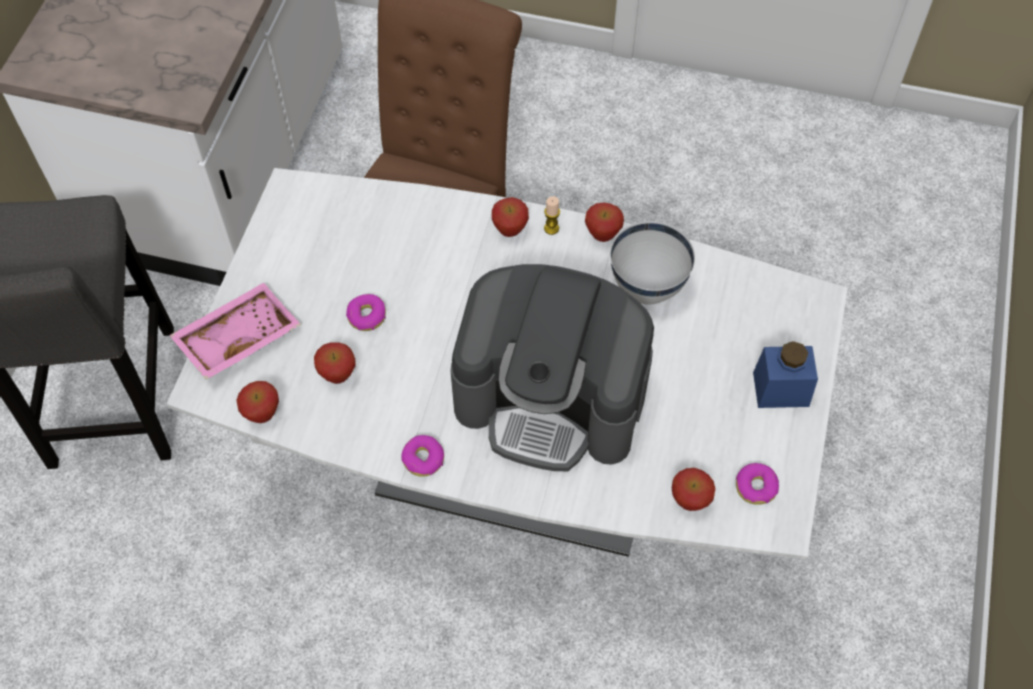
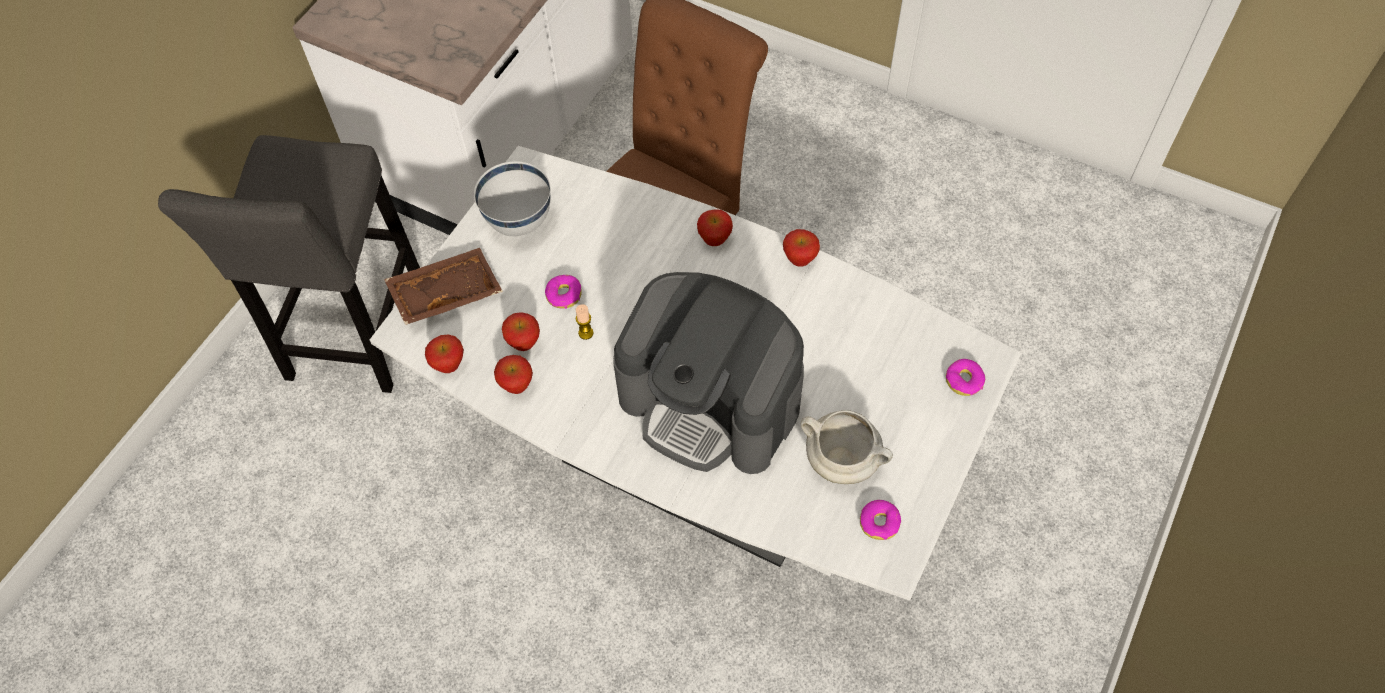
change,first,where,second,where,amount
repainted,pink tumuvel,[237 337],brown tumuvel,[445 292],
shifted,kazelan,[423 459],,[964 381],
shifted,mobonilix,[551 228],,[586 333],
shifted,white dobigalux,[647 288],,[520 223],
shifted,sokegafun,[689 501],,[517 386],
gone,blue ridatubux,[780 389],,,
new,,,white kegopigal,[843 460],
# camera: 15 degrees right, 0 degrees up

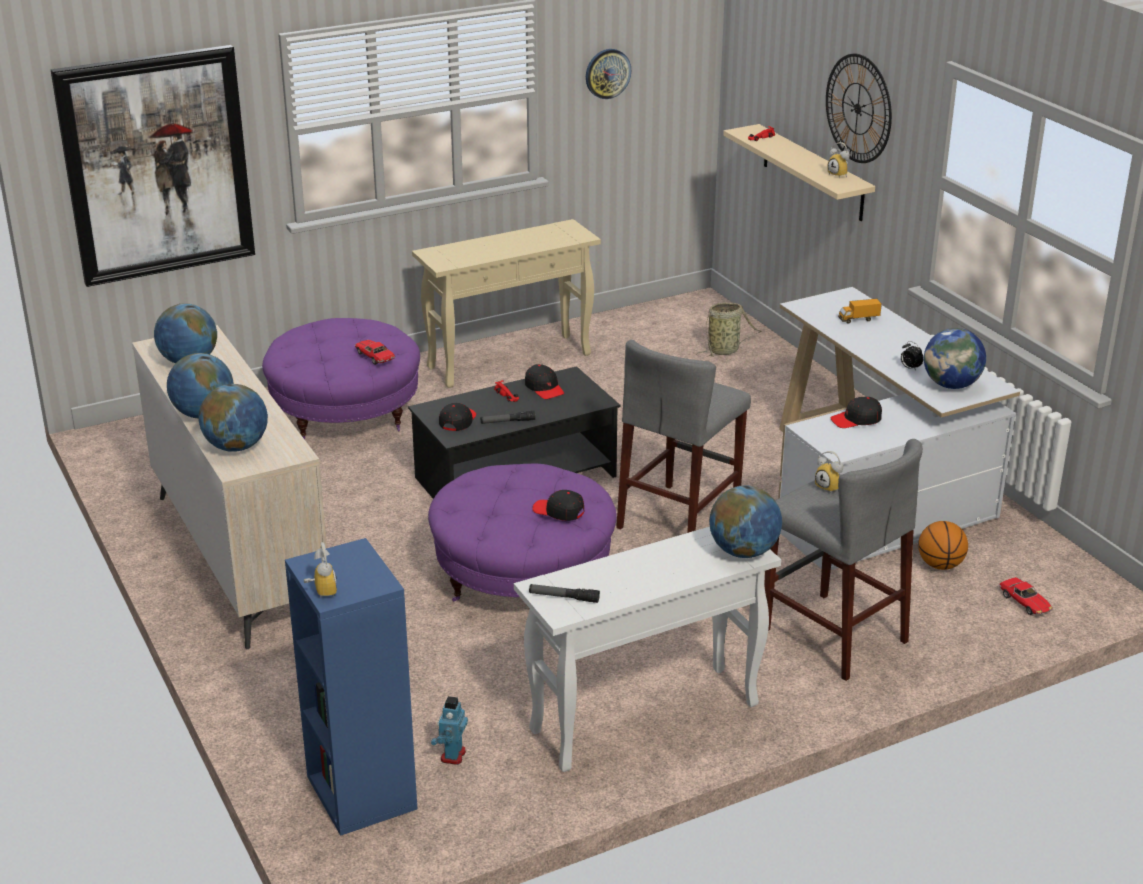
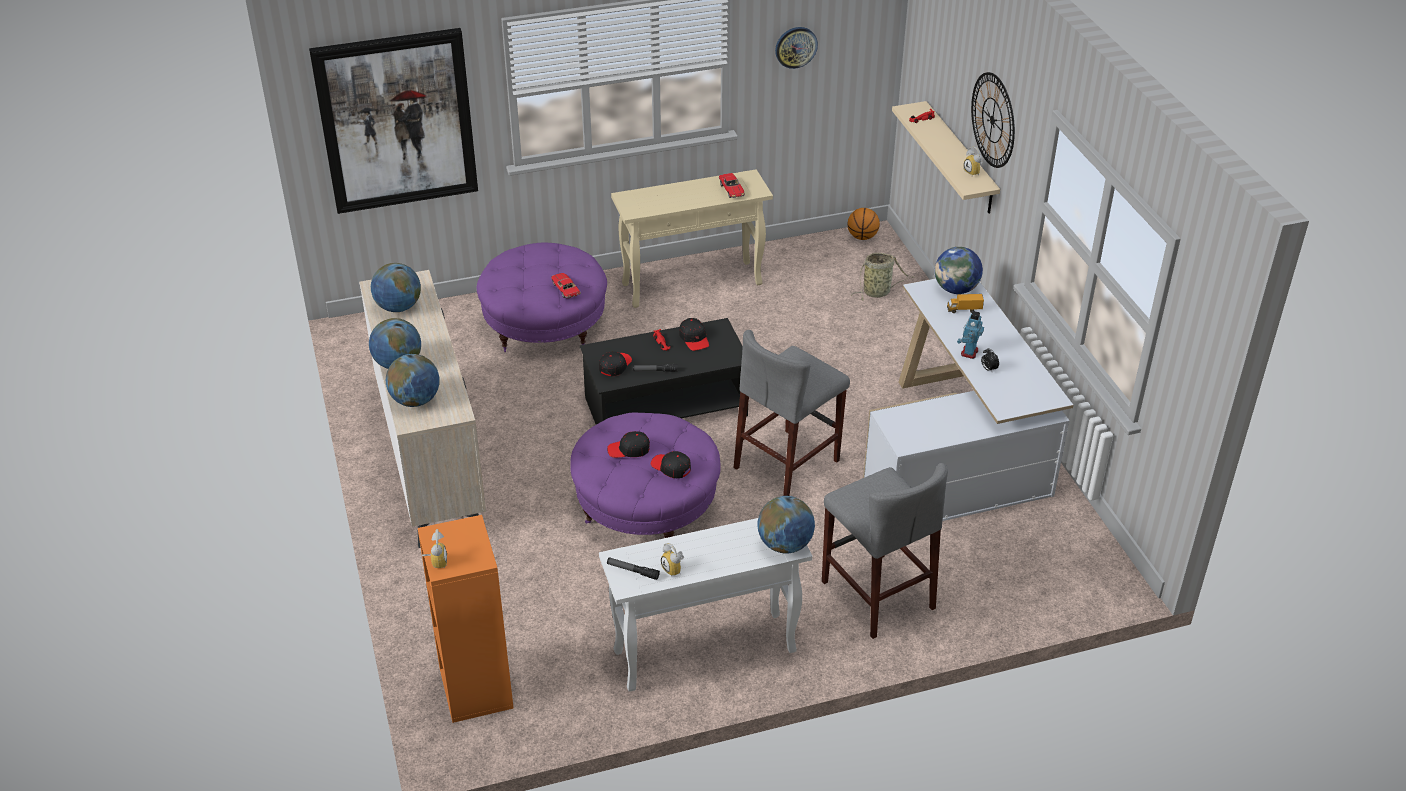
change,first,where,second,where,amount
repainted,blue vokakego,[360 792],orange vokakego,[475 687],
shifted,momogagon,[452 755],,[969 352],
shifted,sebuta,[830 487],,[674 569],
shifted,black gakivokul,[856 420],,[629 450],
shifted,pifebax,[940 565],,[862 237],
shifted,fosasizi,[951 385],,[956 289],
shifted,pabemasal,[1025 603],,[732 190],
# camera: 10 degrees right, 10 degrees up

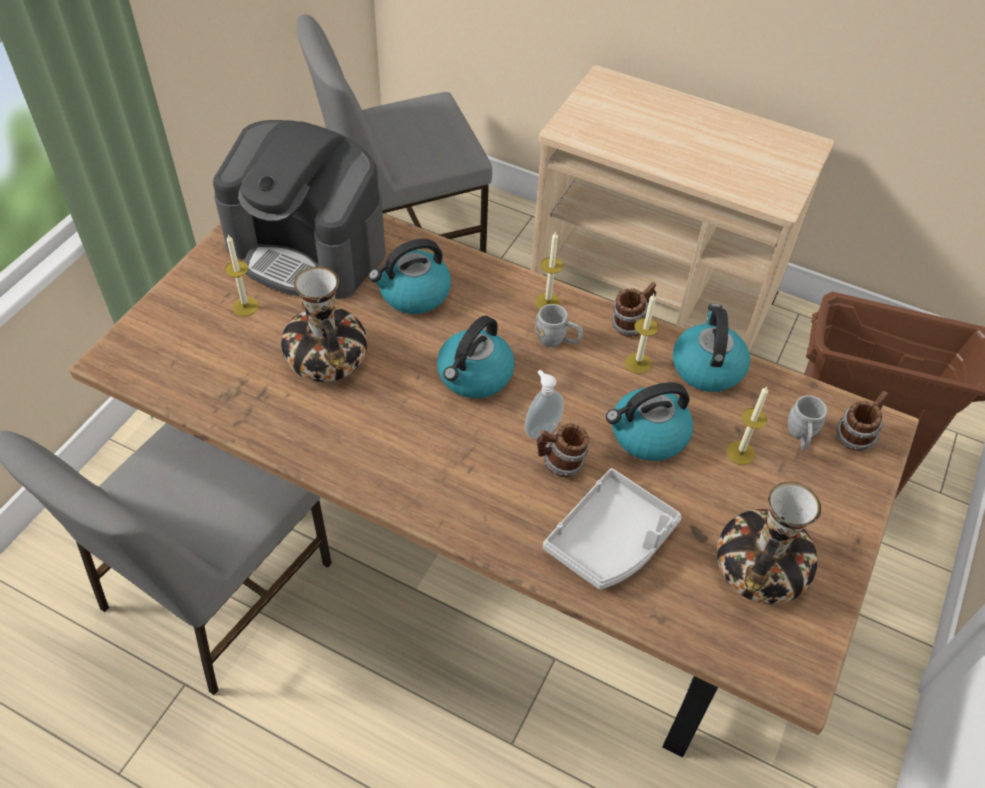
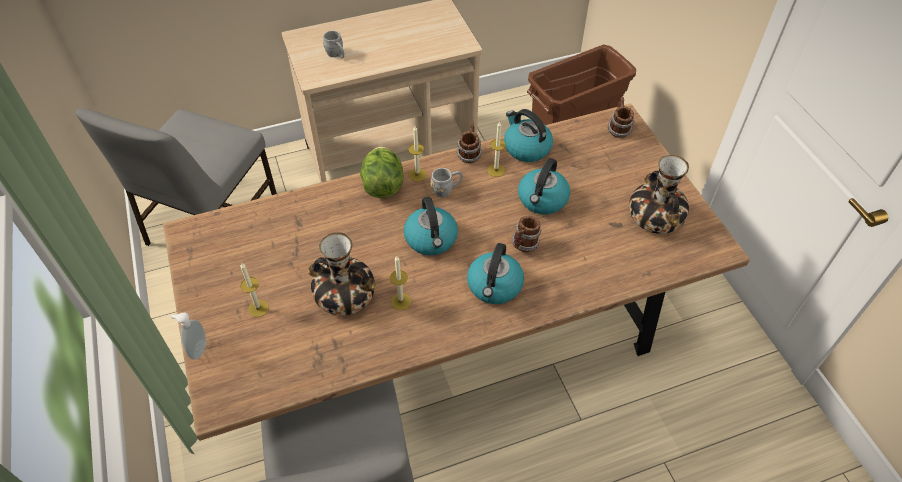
change,first,where,second,where,amount
gone,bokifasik,[308 248],,,
shifted,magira,[413 294],,[494 286],
shifted,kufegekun,[541 429],,[198 349],
gone,grey tumuvel,[611 540],,,
shifted,mobonilix,[740 453],,[401 301],
shifted,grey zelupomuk,[801 436],,[336 55],
new,,,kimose,[383 185],
# camera: 45 degrees left, 0 degrees up

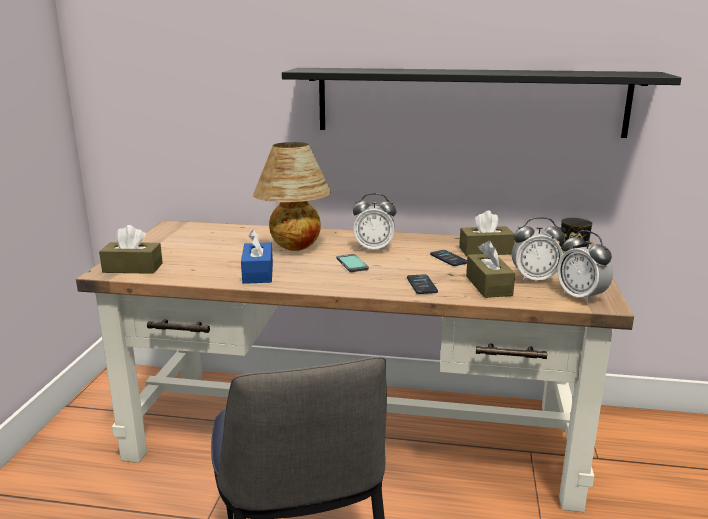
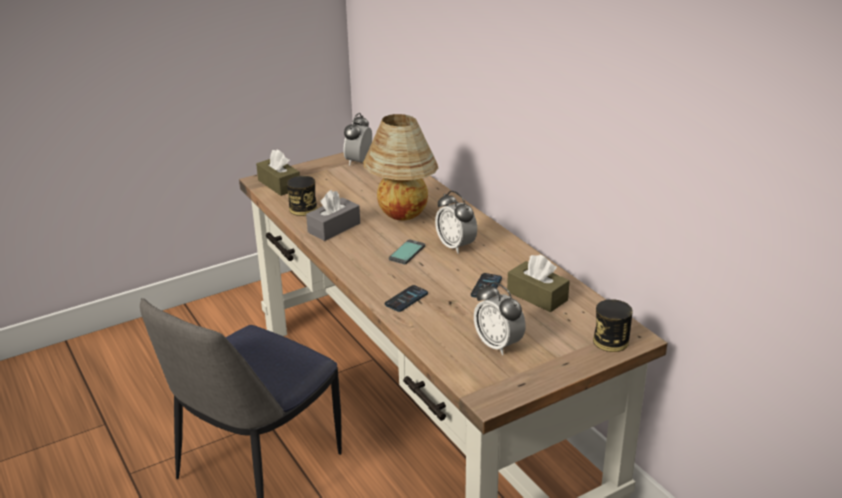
change,first,where,second,where,amount
repainted,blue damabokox,[258 273],grey damabokox,[334 228],
gone,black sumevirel,[469 102],,,
gone,brown damabokox,[488 286],,,
shifted,sebuta,[581 297],,[359 161],
new,,,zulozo,[303 209],
# camera: 50 degrees right, 10 degrees up

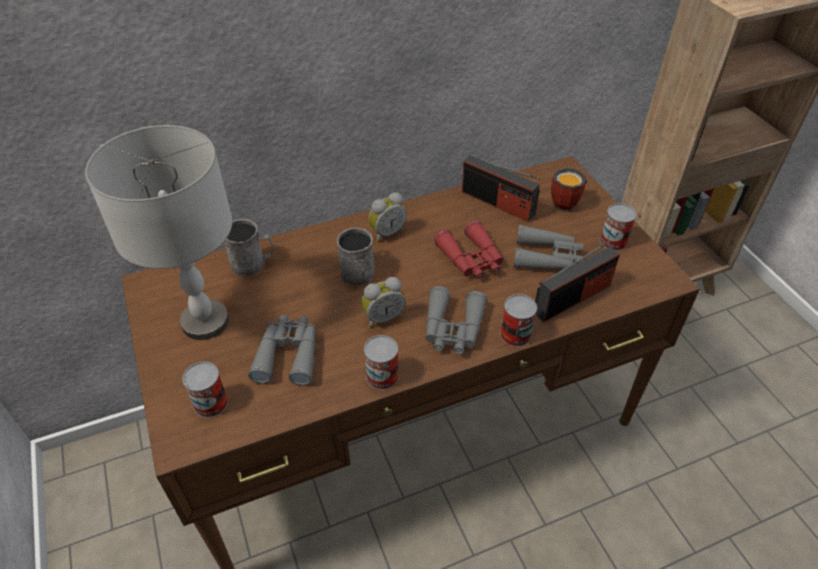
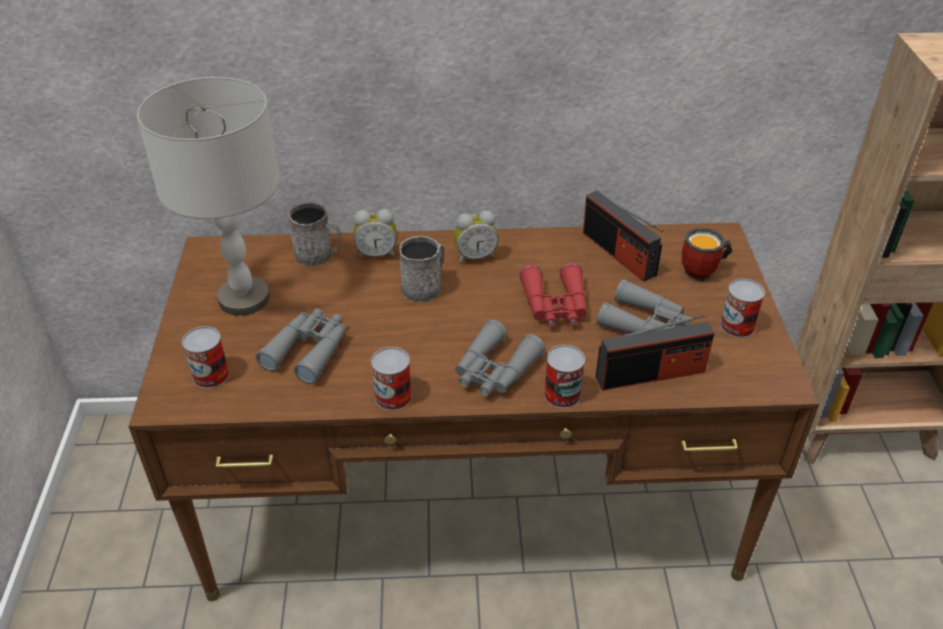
change,first,where,second,where,amount
shifted,sebuta,[382 317],,[376 254],
# camera: 20 degrees right, 5 degrees down

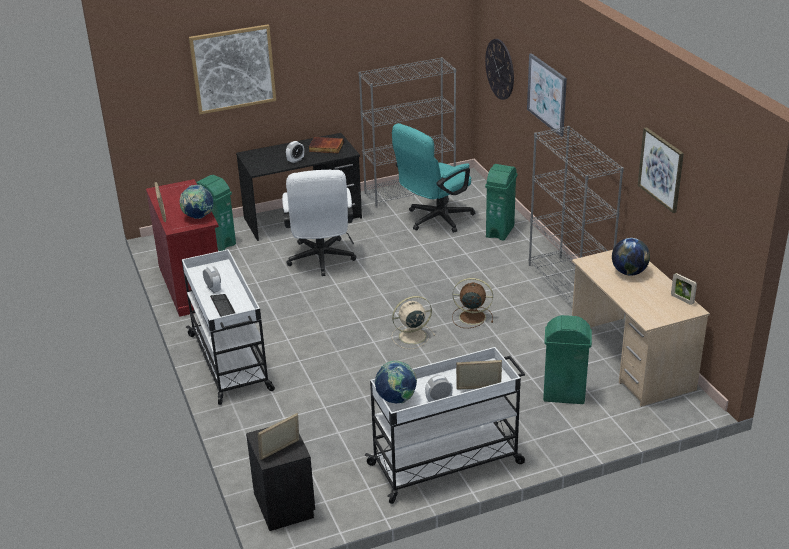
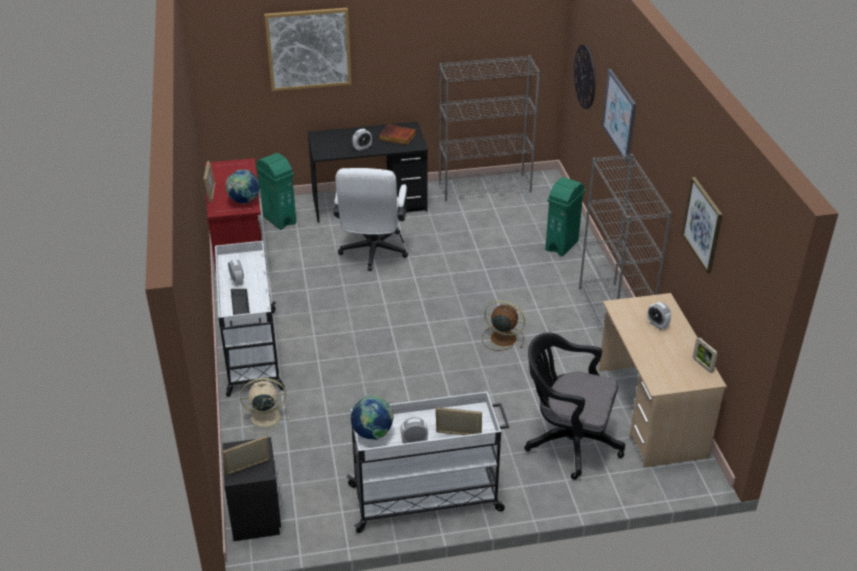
change,first,where,second,where,amount
gone,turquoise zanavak,[434 220],,,
shifted,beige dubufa,[411 336],,[264 417],
swapped,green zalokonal,[563 395],black zanavak,[567 441],
swapped,fosasizi,[629 272],sebuta,[657 325],
# camera: 10 degrees right, 5 degrees up

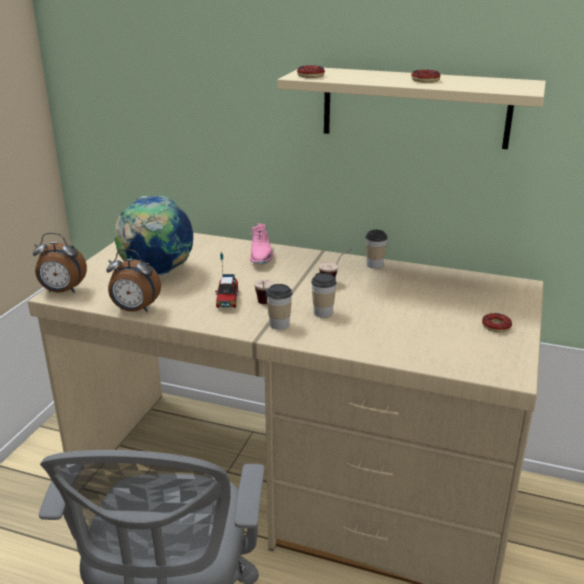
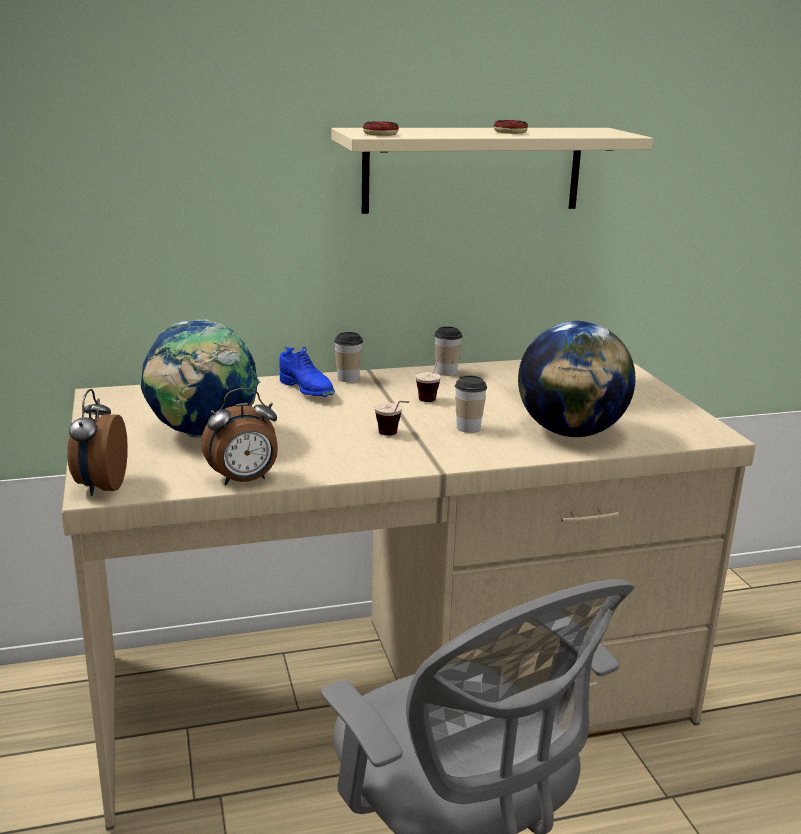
change,first,where,second,where,amount
rotated,sebuta,[62 291],,[100 487],120 degrees clockwise
gone,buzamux,[227 299],,,
repainted,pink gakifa,[261 257],blue gakifa,[307 390],
shifted,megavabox,[279 324],,[348 378],
gone,kazelan,[496 326],,,
new,,,fosasizi,[570 432],
# camera: 35 degrees left, 5 degrees down

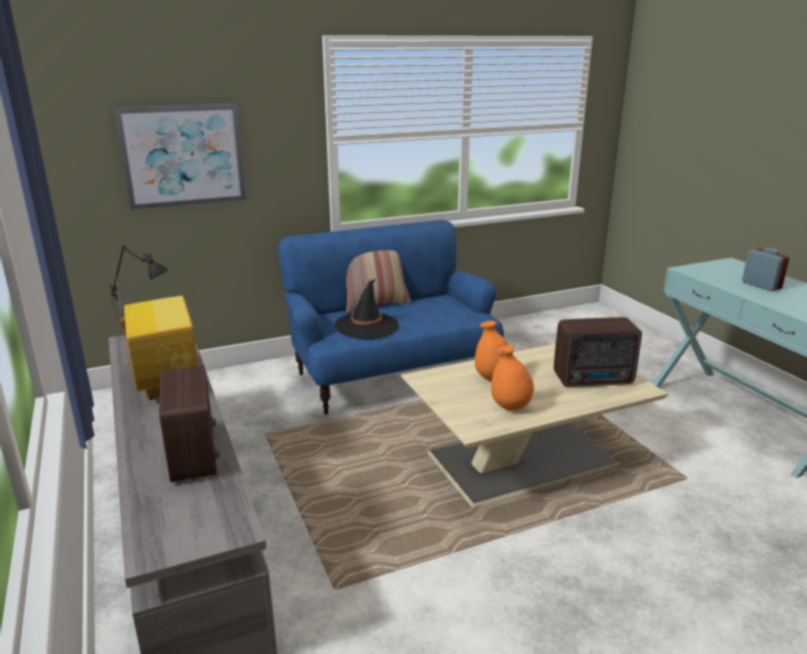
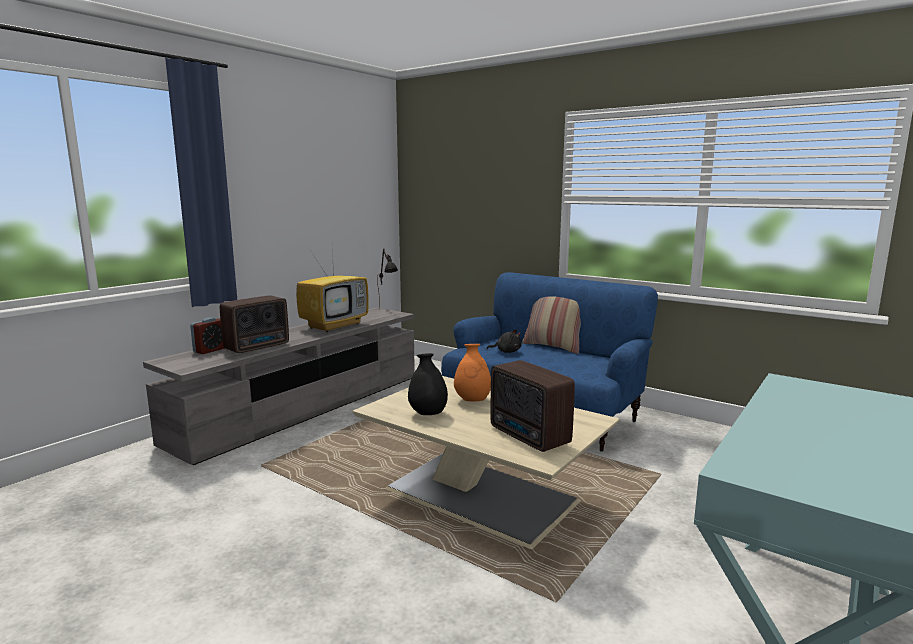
change,first,where,second,where,amount
gone,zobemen,[183 156],,,
swapped,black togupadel,[367 326],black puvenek,[506 351],
repainted,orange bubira,[510 407],black bubira,[428 414],
shifted,sebuta,[761 285],,[210 350],
# camera: 60 degrees right, 10 degrees down

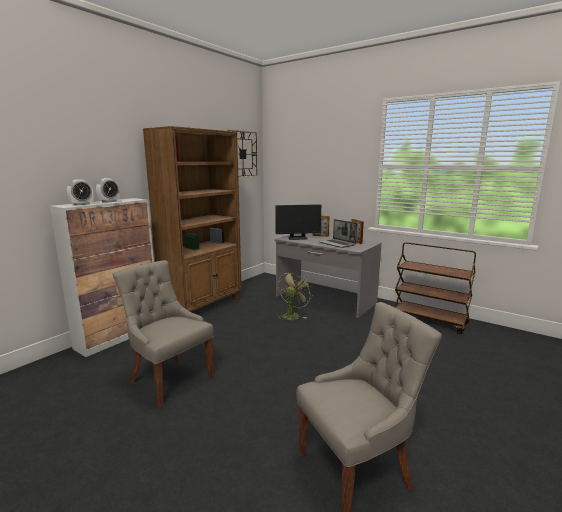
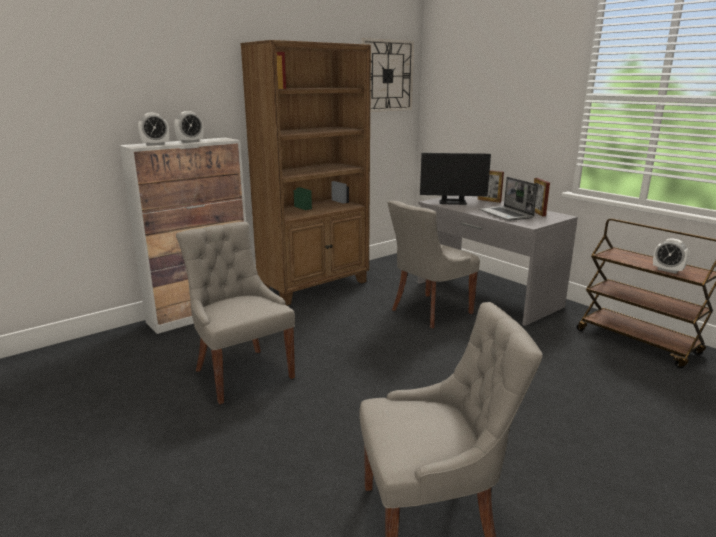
change,first,where,second,where,amount
swapped,green dubufa,[292 315],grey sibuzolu,[429 311],
new,,,sebuta,[667 270],
# camera: 15 degrees right, 5 degrees up

